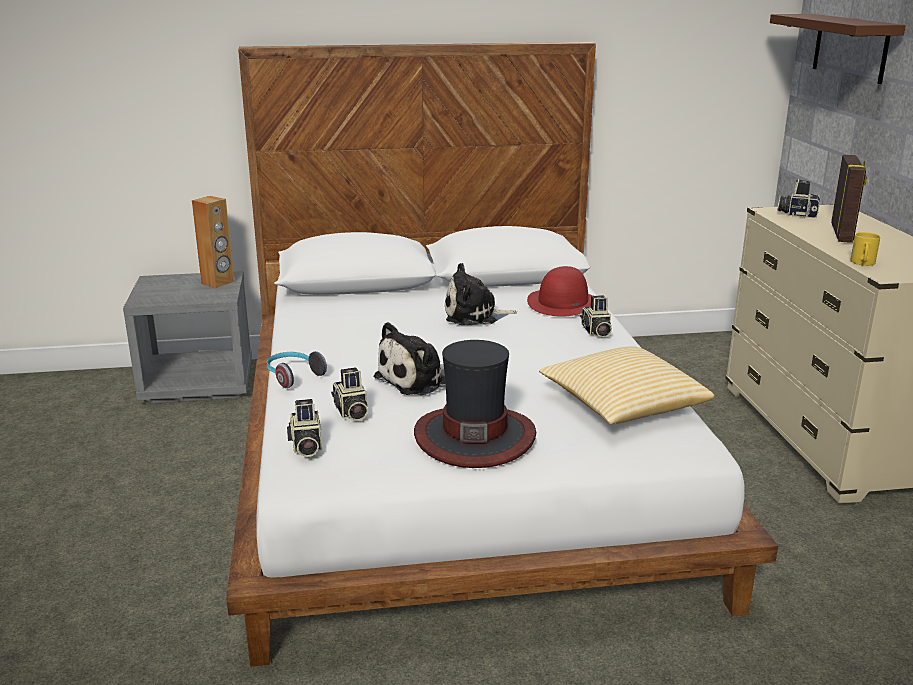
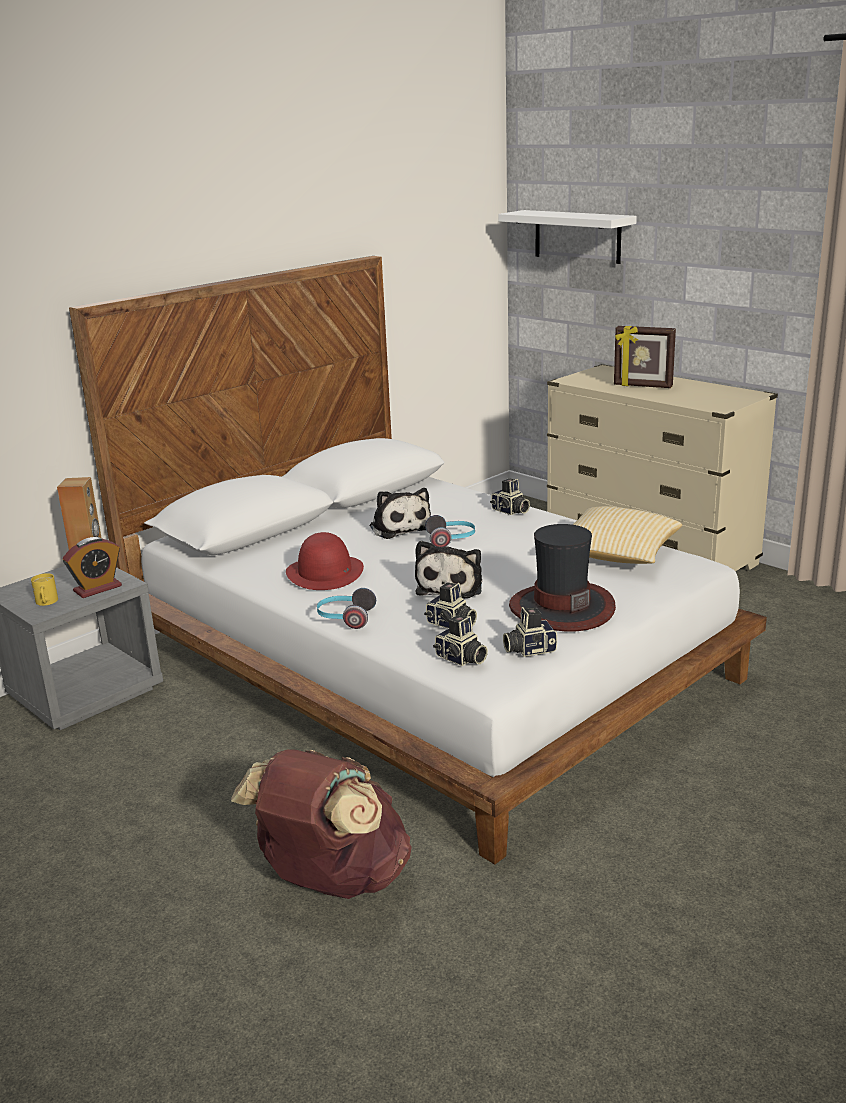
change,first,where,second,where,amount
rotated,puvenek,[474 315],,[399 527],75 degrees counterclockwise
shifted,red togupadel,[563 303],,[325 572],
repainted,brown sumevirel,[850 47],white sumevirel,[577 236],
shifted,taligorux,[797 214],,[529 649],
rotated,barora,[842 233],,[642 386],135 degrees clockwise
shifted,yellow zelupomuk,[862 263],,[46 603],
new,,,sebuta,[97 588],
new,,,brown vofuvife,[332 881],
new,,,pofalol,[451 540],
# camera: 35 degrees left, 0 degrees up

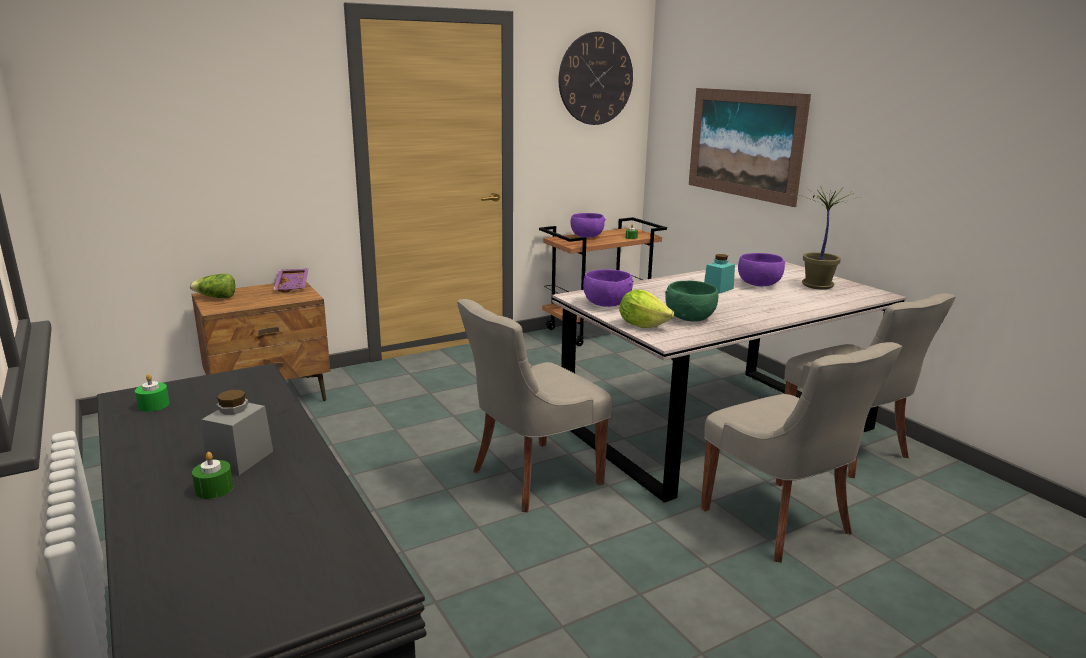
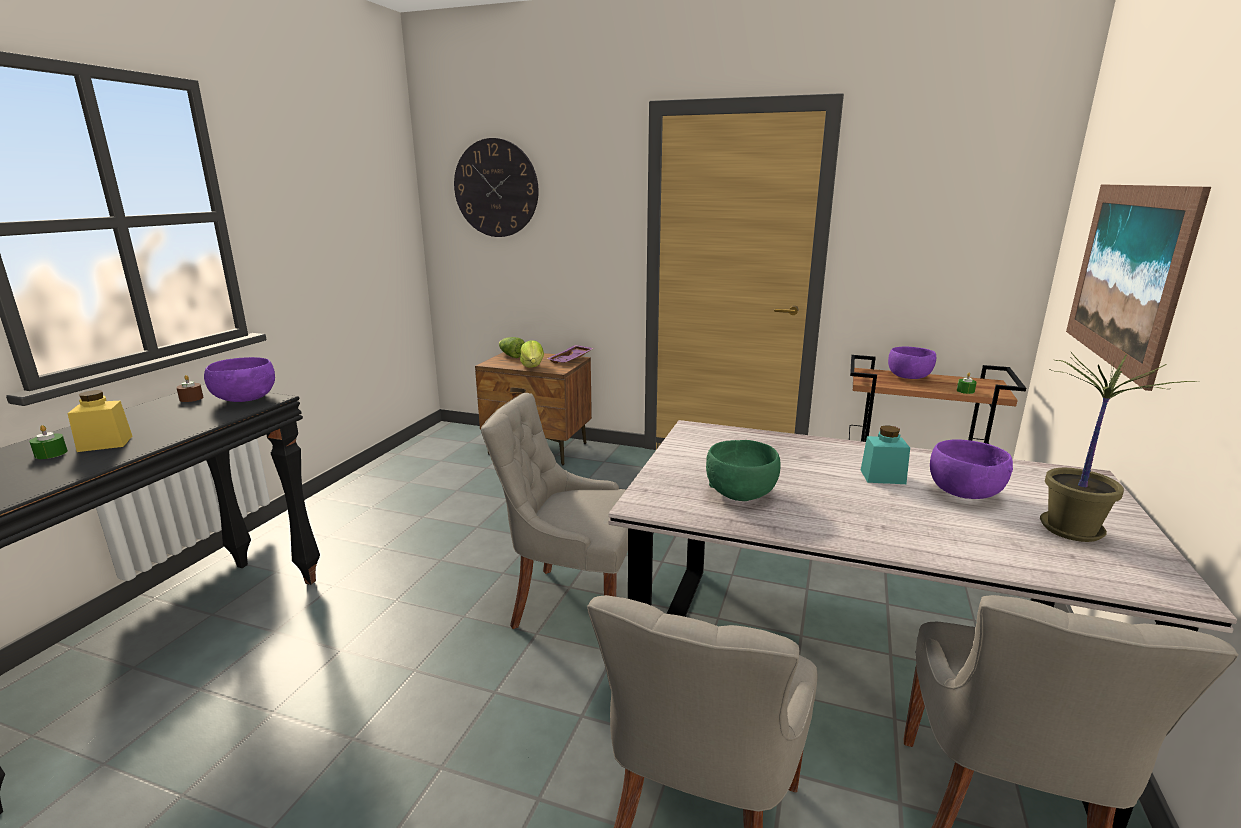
change,first,where,second,where,amount
repainted,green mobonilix,[153 405],brown mobonilix,[191 398],
repainted,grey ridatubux,[240 459],yellow ridatubux,[105 443],
shifted,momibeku,[595 79],,[496 188],
shifted,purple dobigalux,[606 304],,[244 399],
shifted,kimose,[642 325],,[532 366],
# camera: 50 degrees right, 0 degrees up

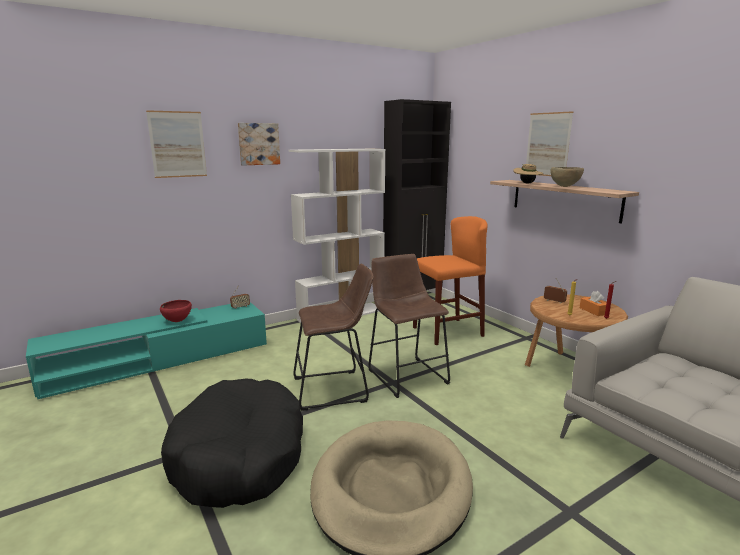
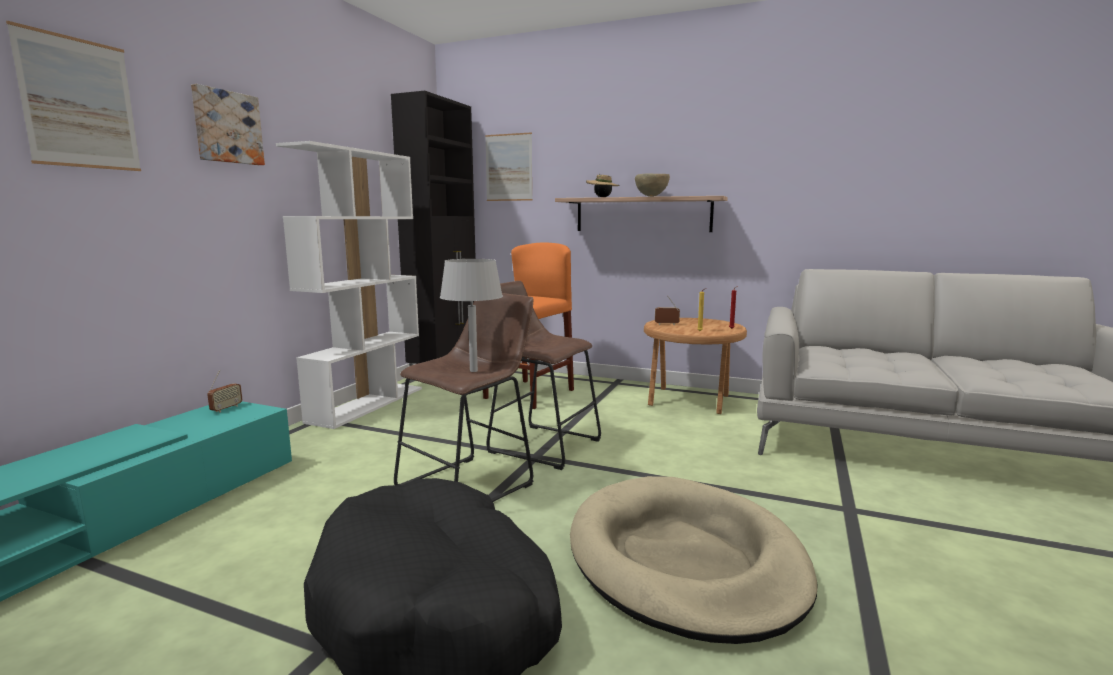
change,first,where,second,where,amount
gone,red dobigalux,[177 321],,,
shifted,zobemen,[548 144],,[509 167],
gone,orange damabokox,[593 311],,,
new,,,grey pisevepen,[473 371],
# camera: 35 degrees left, 5 degrees down

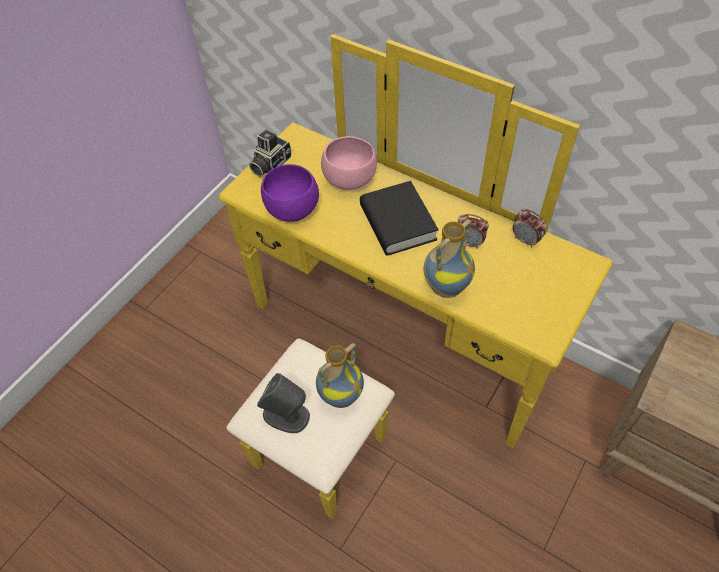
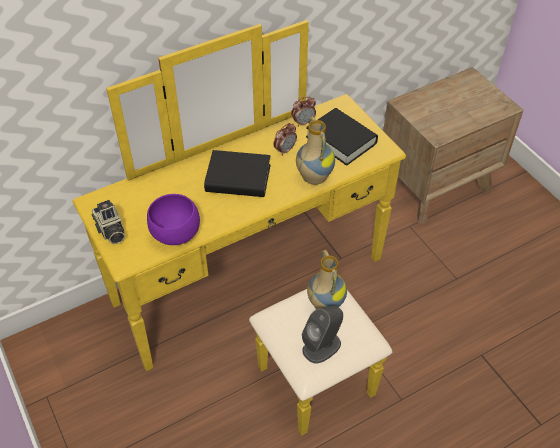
change,first,where,second,where,amount
gone,pink dobigalux,[350 179],,,
new,,,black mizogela,[341 140],
# camera: 65 degrees left, 5 degrees down

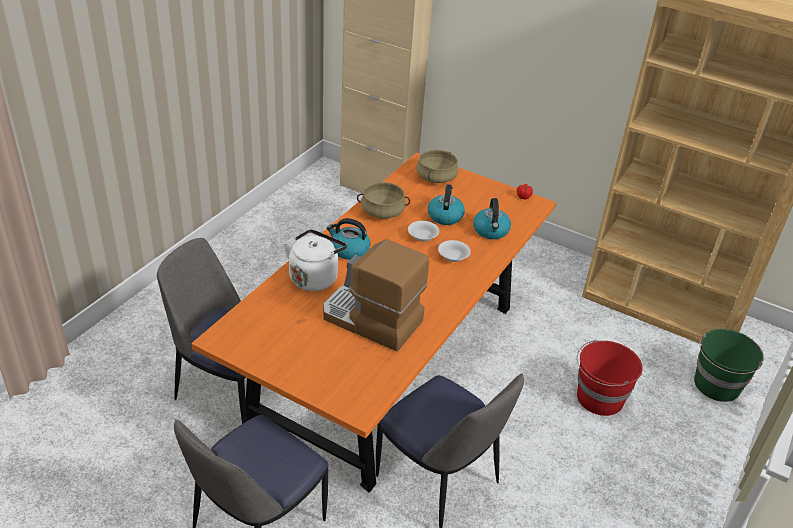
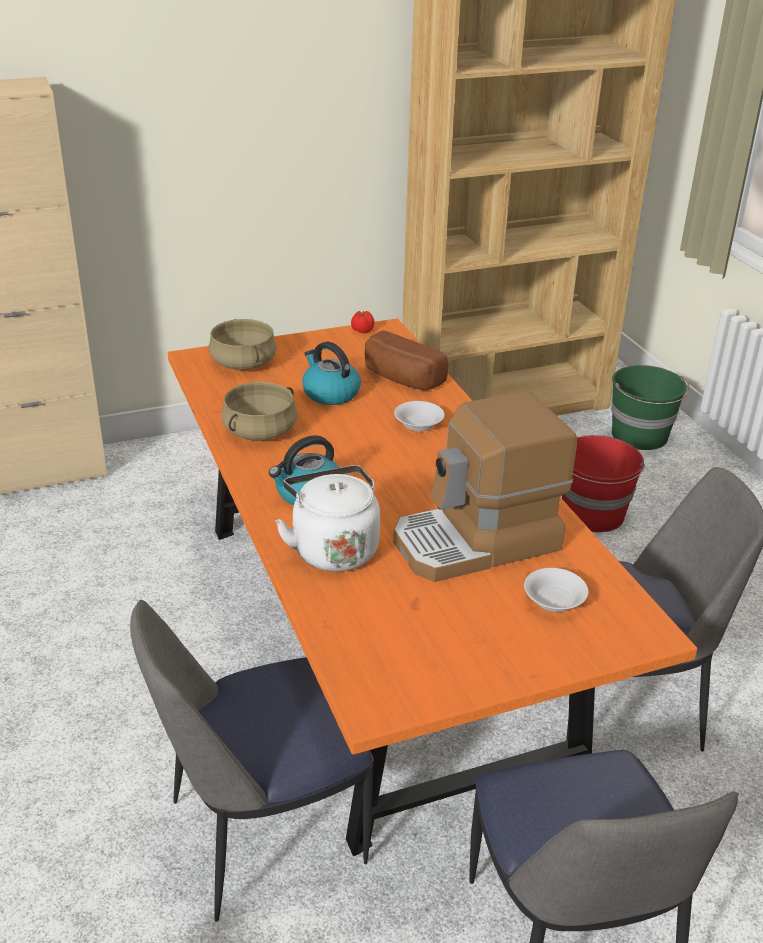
change,first,where,second,where,amount
shifted,white dobigalux,[423 237],,[554 601],
swapped,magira,[491 231],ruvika,[400 379],
# camera: 50 degrees left, 5 degrees down

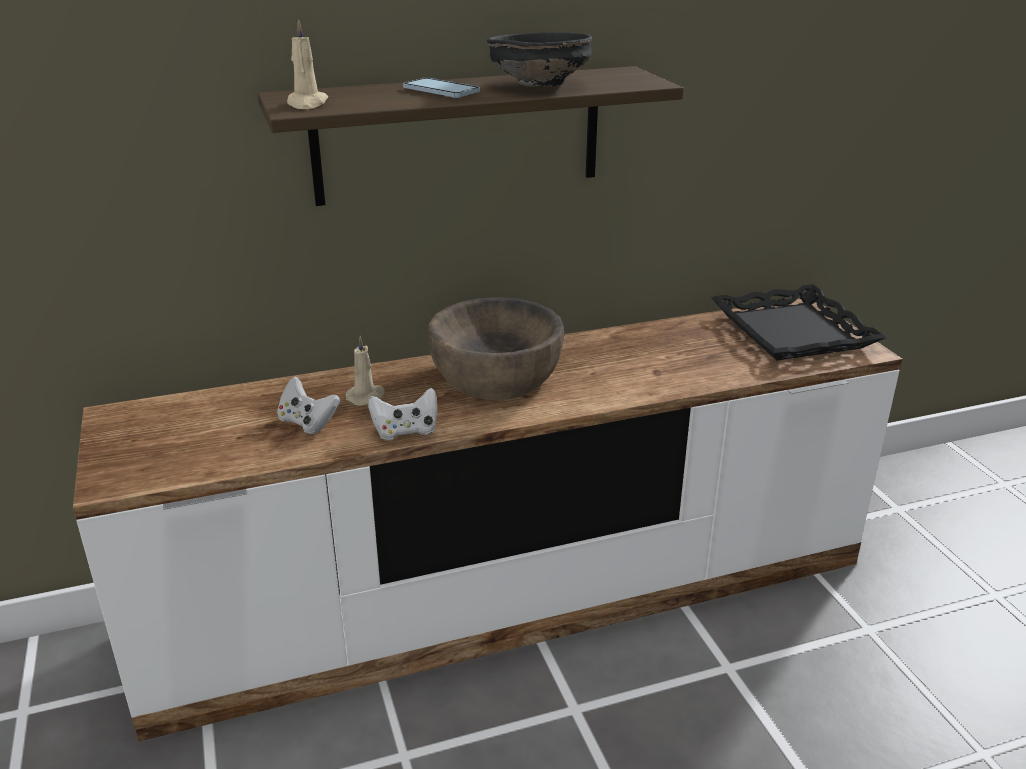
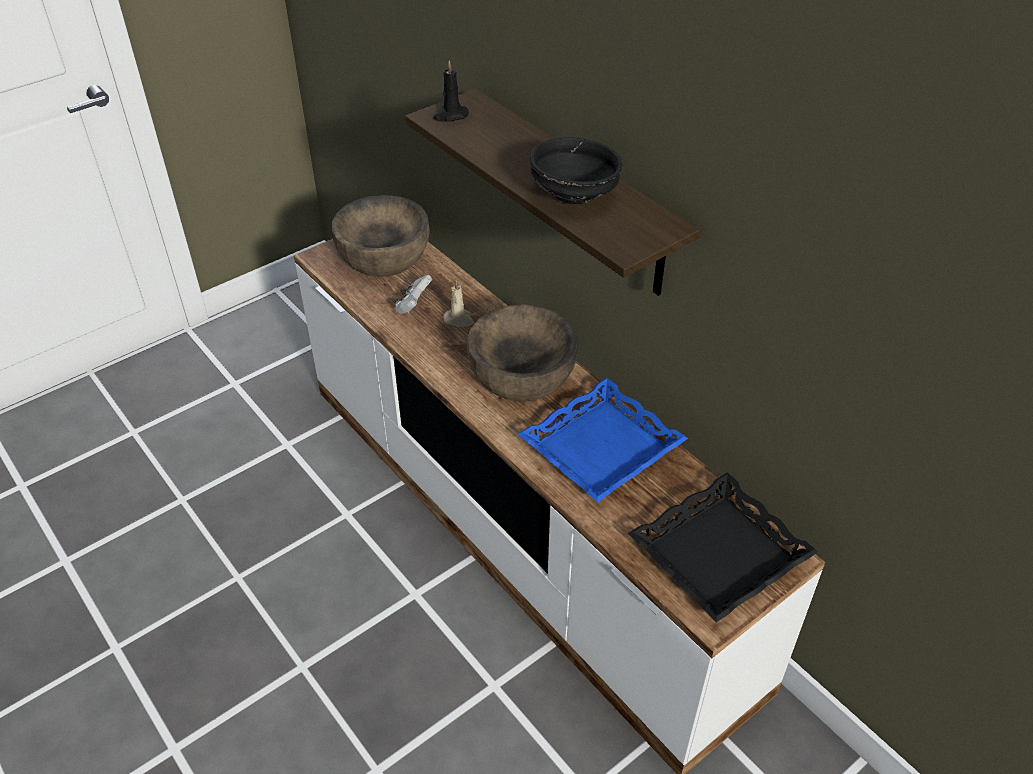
change,first,where,second,where,amount
repainted,beige mobonilix,[307 104],black mobonilix,[450 115],
gone,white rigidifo,[405 431],,,
gone,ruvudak,[441 91],,,
new,,,brown dobigalux,[383 256],
new,,,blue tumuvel,[601 446],
# camera: 70 degrees right, 15 degrees up

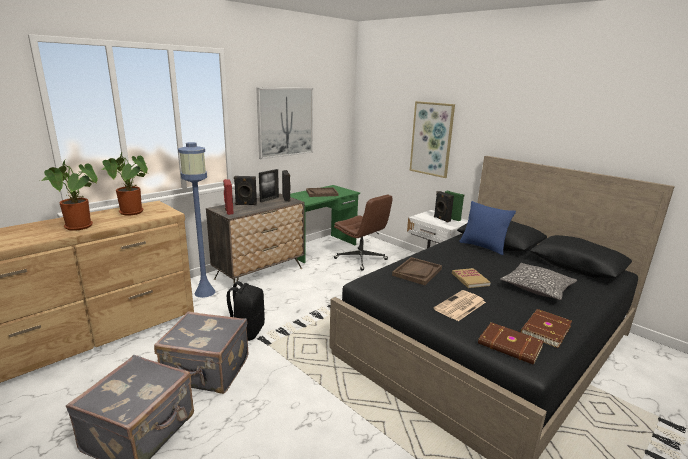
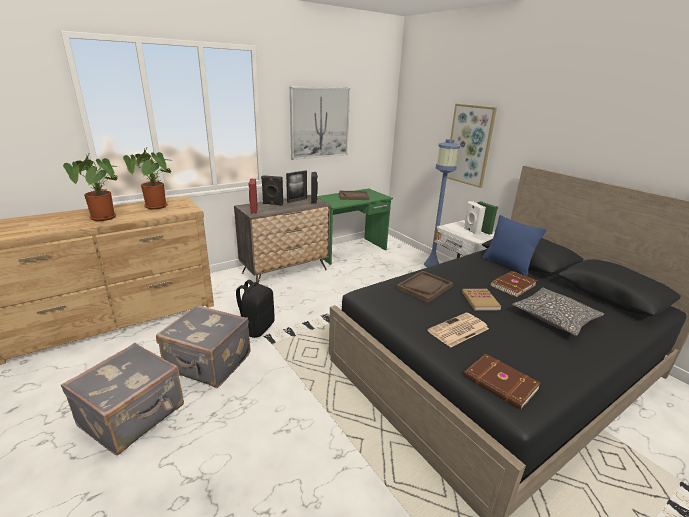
change,first,where,second,where,amount
shifted,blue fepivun,[204 292],,[431 264],
gone,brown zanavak,[361 259],,,
repainted,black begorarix,[441 219],white begorarix,[471 231],
shifted,brown mizogela,[544 329],,[512 285],
# camera: 10 degrees right, 5 degrees up

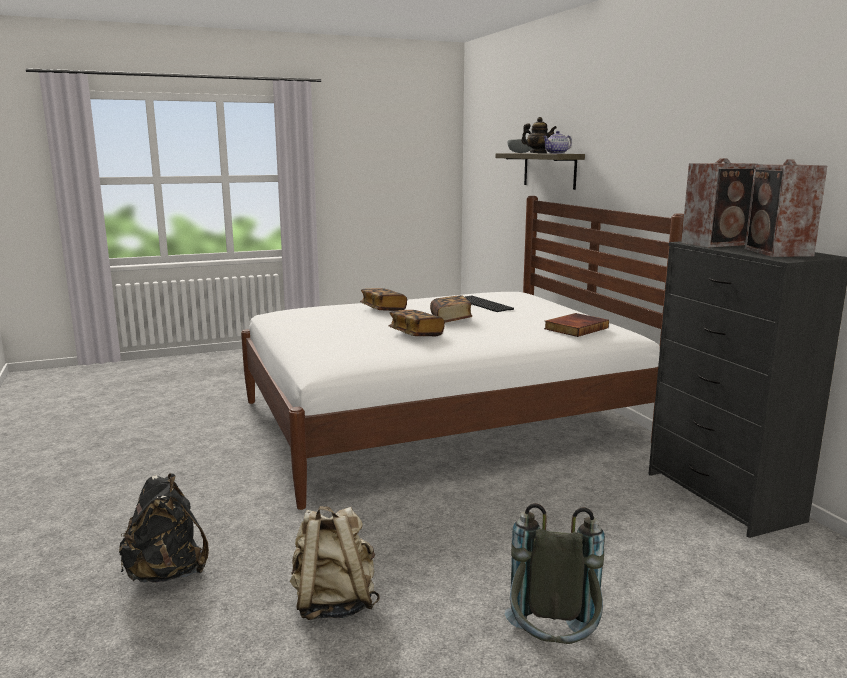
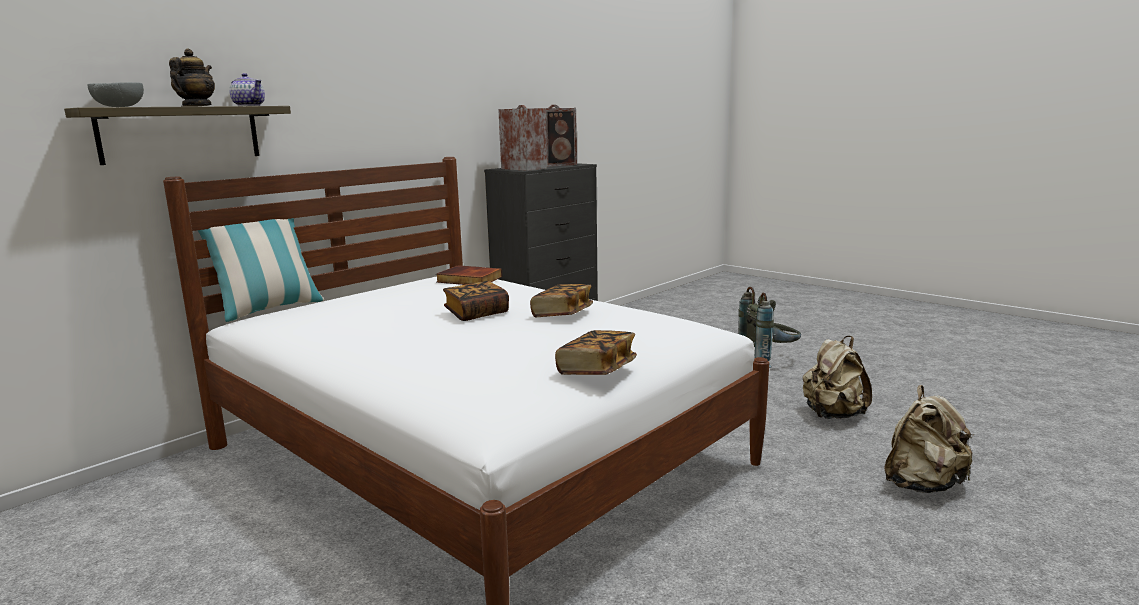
change,first,where,second,where,amount
repainted,black vofuvife,[167 573],beige vofuvife,[922 485],
shifted,mizogela,[383 309],,[596 370],
gone,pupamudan,[485 304],,,
new,,,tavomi,[268 309],
# camera: 115 degrees left, 0 degrees up

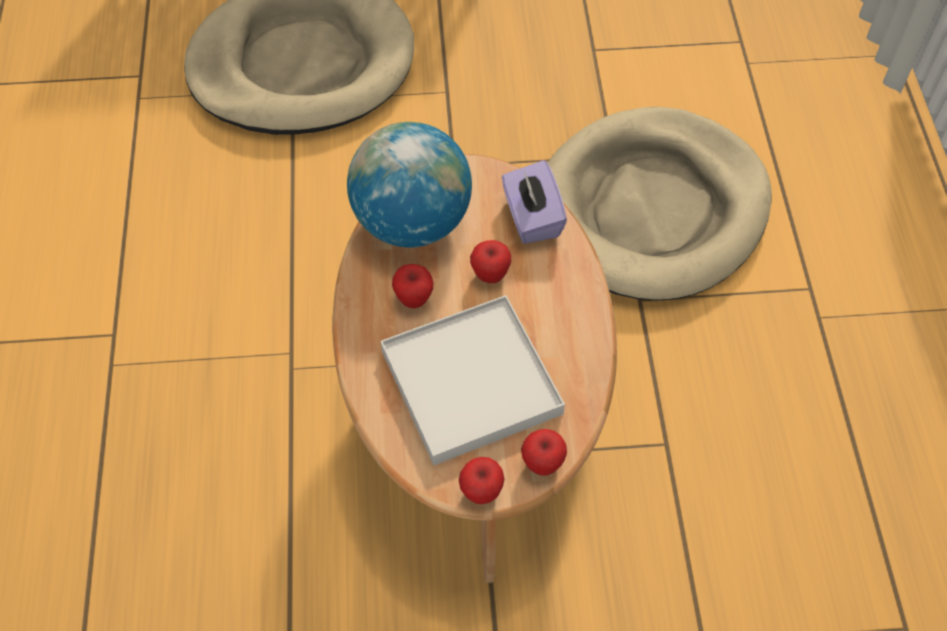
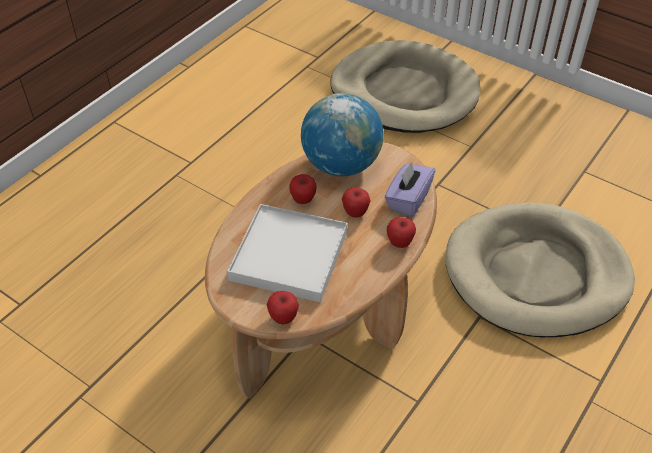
change,first,where,second,where,amount
shifted,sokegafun,[481 492],,[399 243],
# camera: 40 degrees right, 10 degrees down

